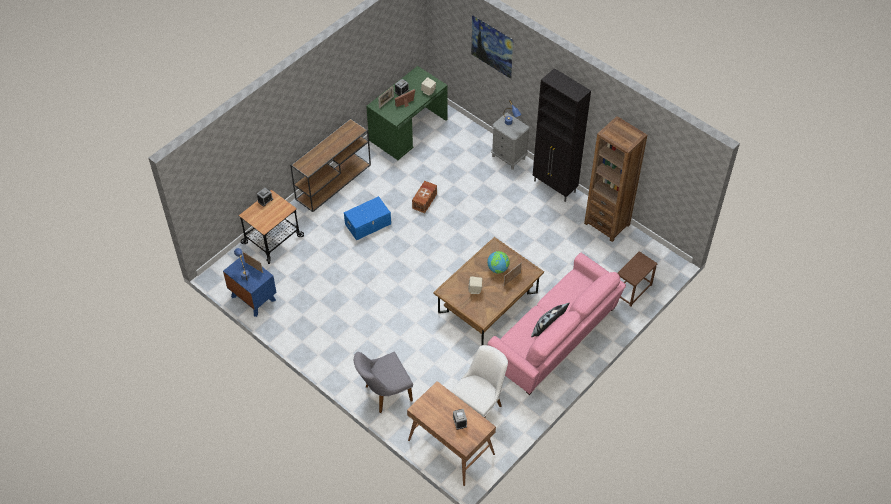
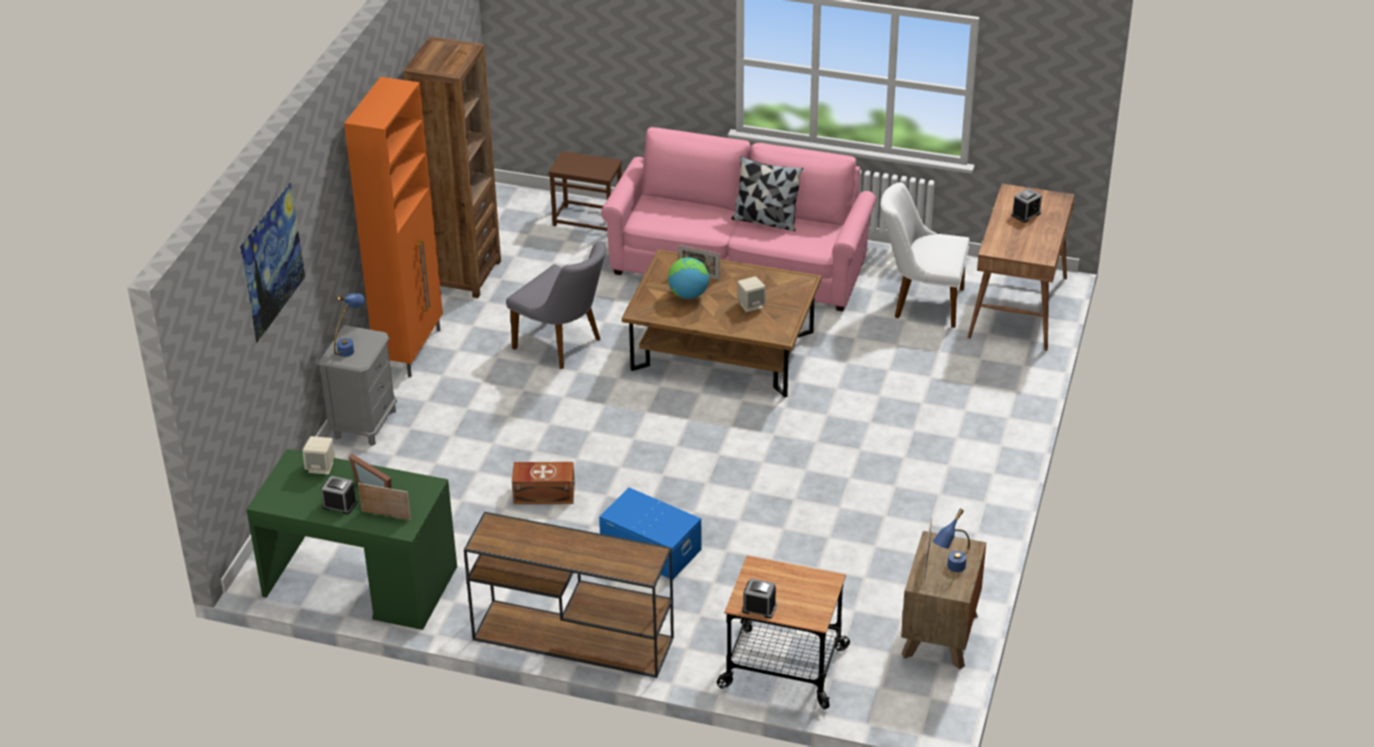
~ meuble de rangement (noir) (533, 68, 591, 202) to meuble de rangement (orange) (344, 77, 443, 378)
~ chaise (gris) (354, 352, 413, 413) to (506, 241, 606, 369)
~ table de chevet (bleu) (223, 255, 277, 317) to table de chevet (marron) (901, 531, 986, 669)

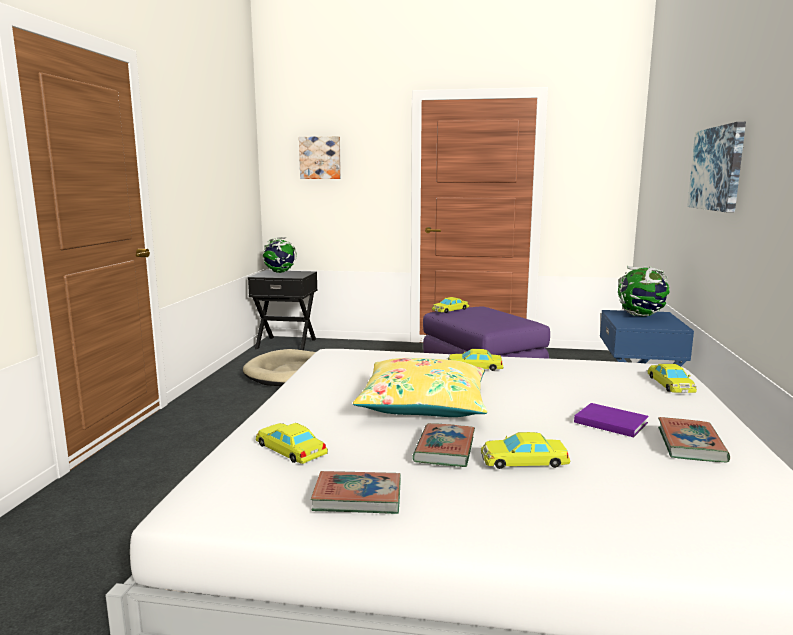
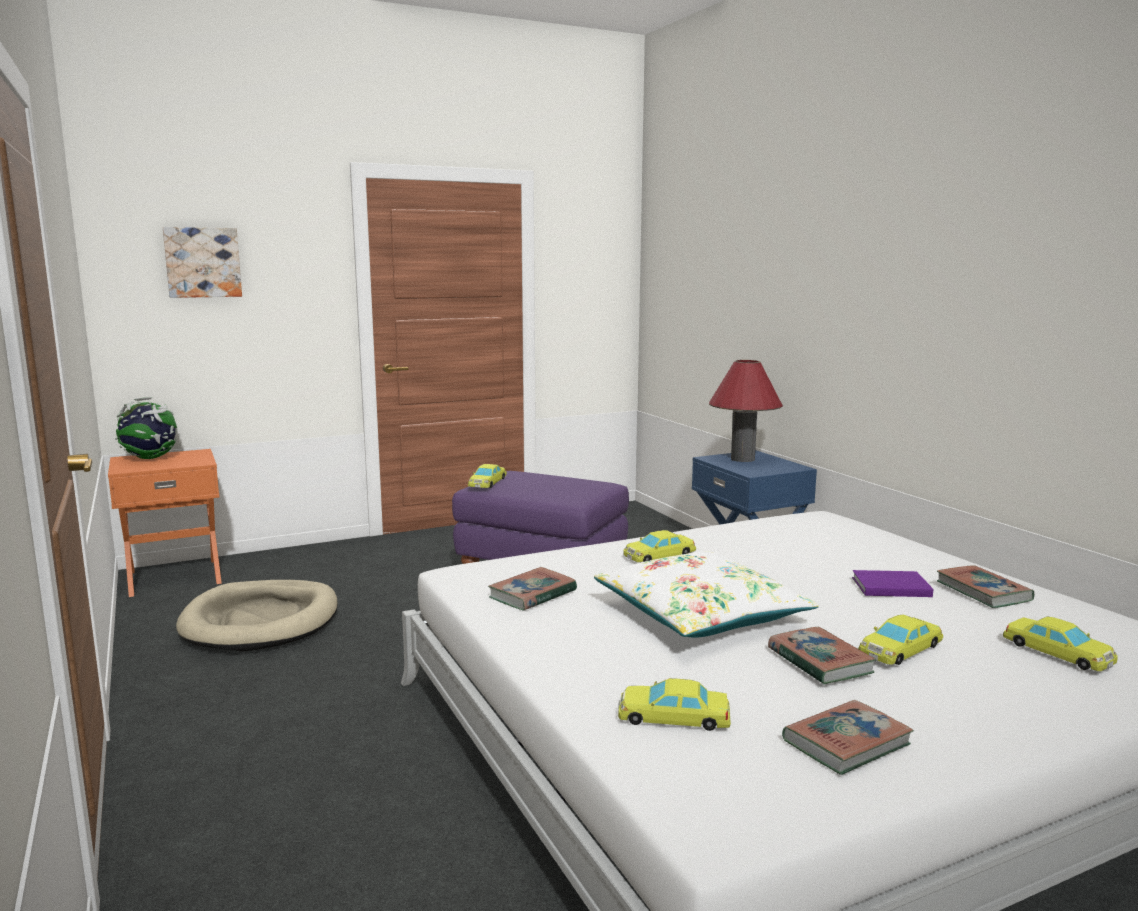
~ table de chevet (noir) (248, 270, 318, 350) to table de chevet (orange) (108, 449, 222, 597)
+ livre (488, 567, 577, 610)
~ coussin (jaune) (353, 358, 487, 417) to coussin (blanc) (594, 552, 819, 638)
~ globe (618, 266, 669, 316) to lampe de table (rouge) (709, 360, 783, 462)
~ petite voiture (jaune) (647, 364, 697, 393) to (1003, 616, 1118, 672)
- tableau (687, 122, 746, 212)

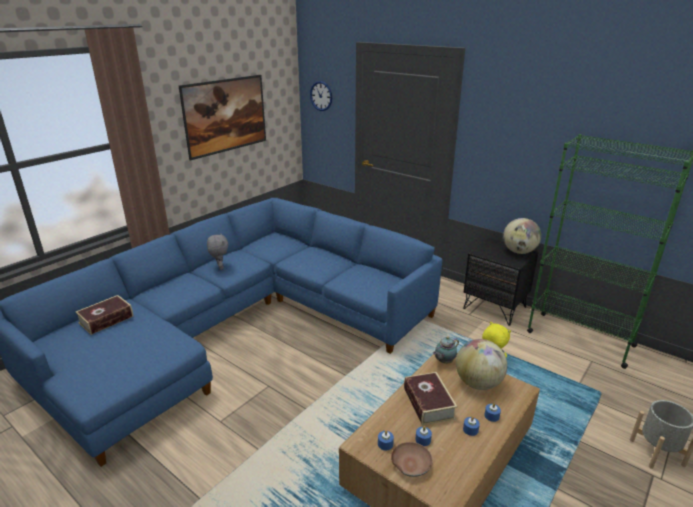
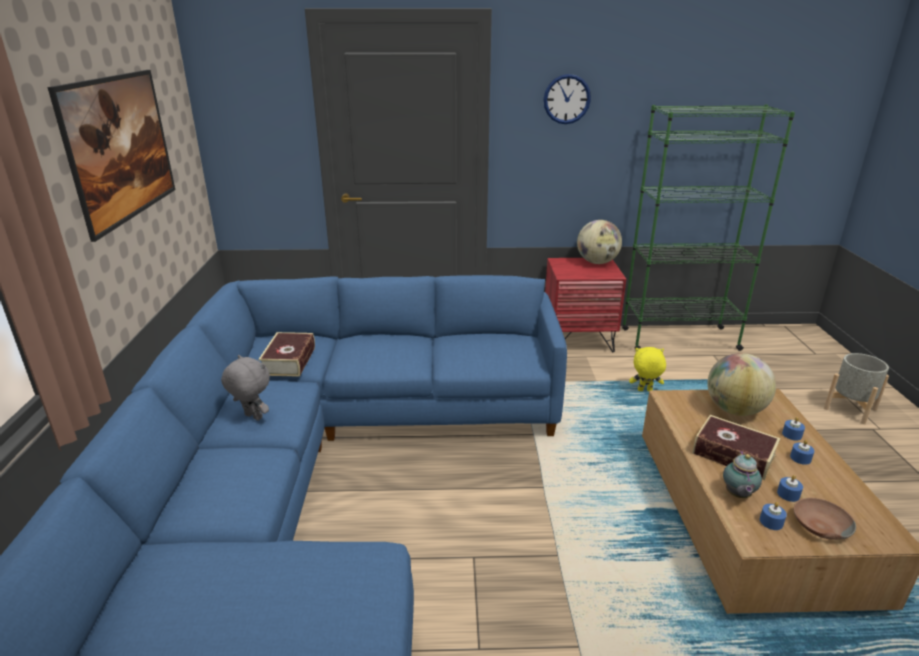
~ livre (75, 295, 134, 335) to (258, 332, 315, 377)
~ horloge murale (310, 81, 332, 111) to (543, 74, 591, 124)
~ table de chevet (noir) (463, 238, 539, 326) to table de chevet (rouge) (545, 258, 626, 352)
~ théière (433, 336, 459, 364) to (723, 451, 762, 498)

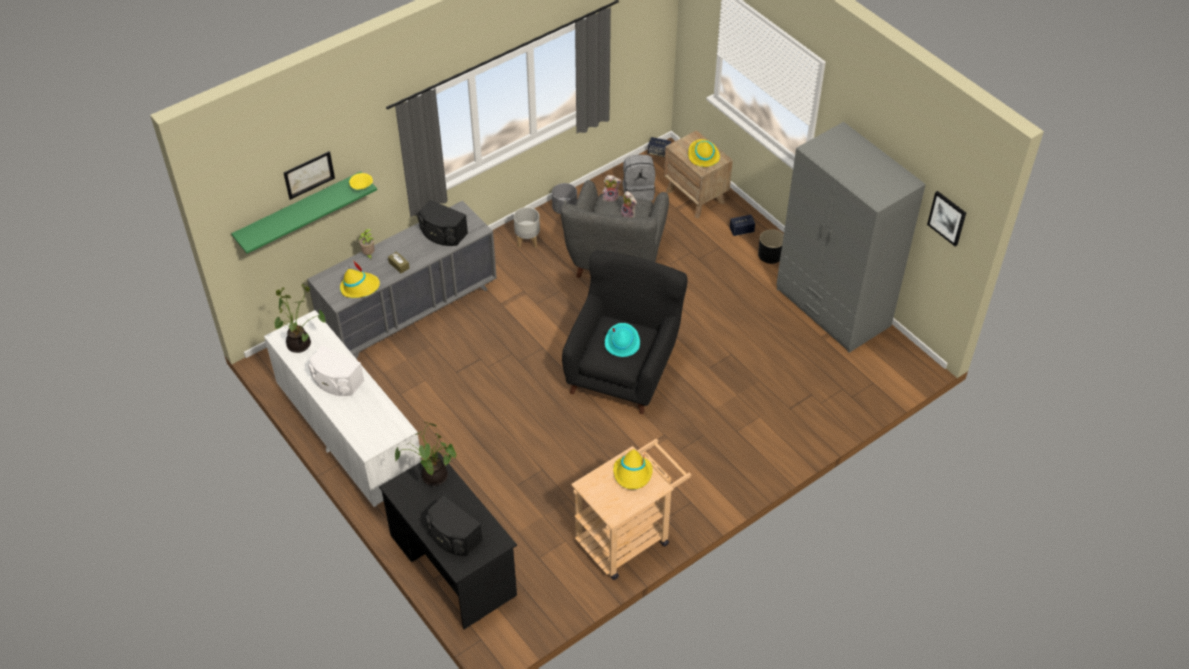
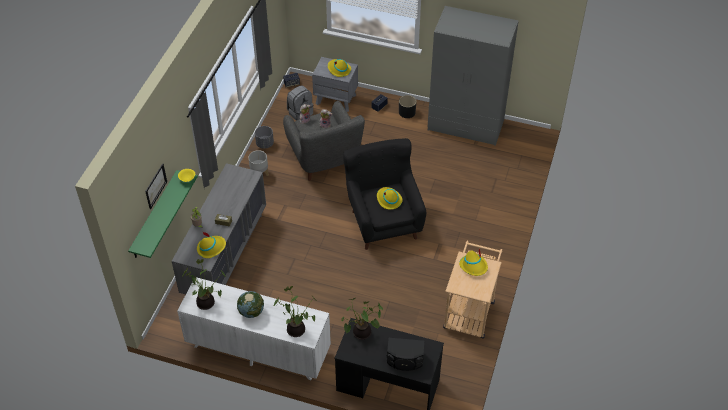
~ enceinte (blanc) (308, 345, 364, 396) to globe (237, 291, 264, 318)
+ plante en pot (274, 286, 317, 337)
~ table de chevet (marron) (664, 130, 733, 218) to table de chevet (gris) (312, 57, 358, 112)
~ chapeau (turquoise) (605, 323, 640, 357) to chapeau (jaune) (377, 187, 403, 209)
- enceinte (noir) (418, 200, 468, 246)
- tableau (927, 191, 966, 246)

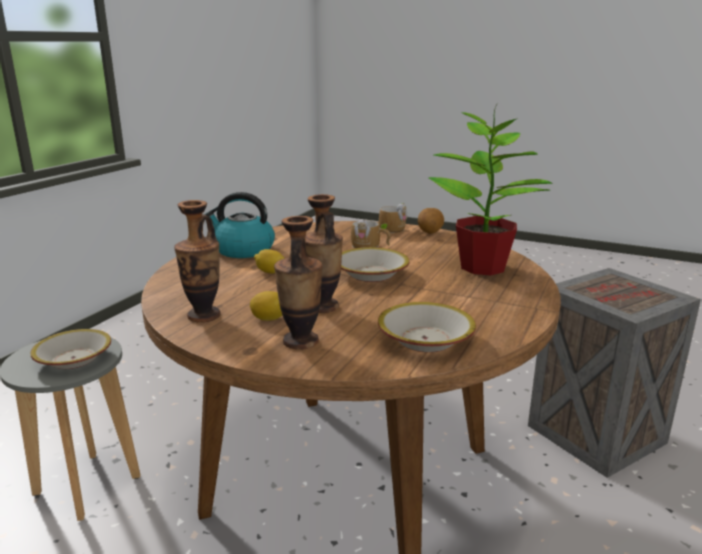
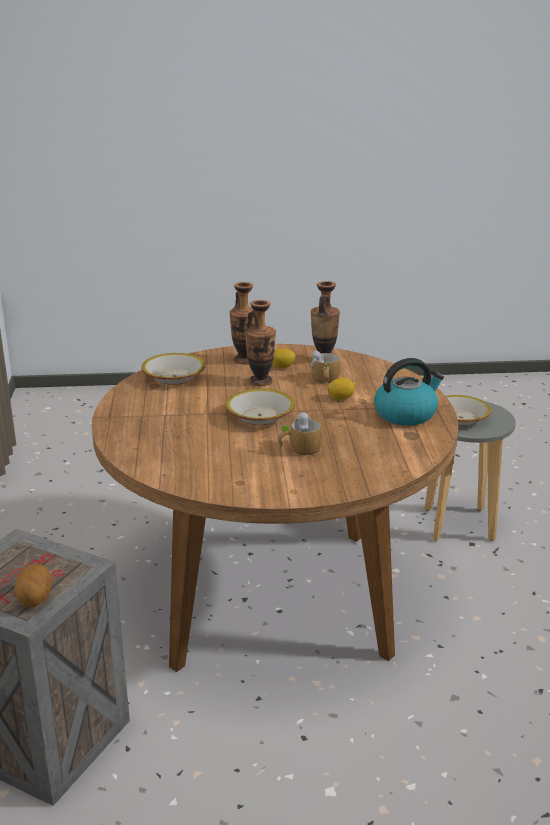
~ pomme de terre (418, 208, 444, 234) to (14, 564, 52, 607)
~ mug (379, 203, 408, 233) to (311, 351, 340, 385)
- plante en pot (428, 103, 553, 275)

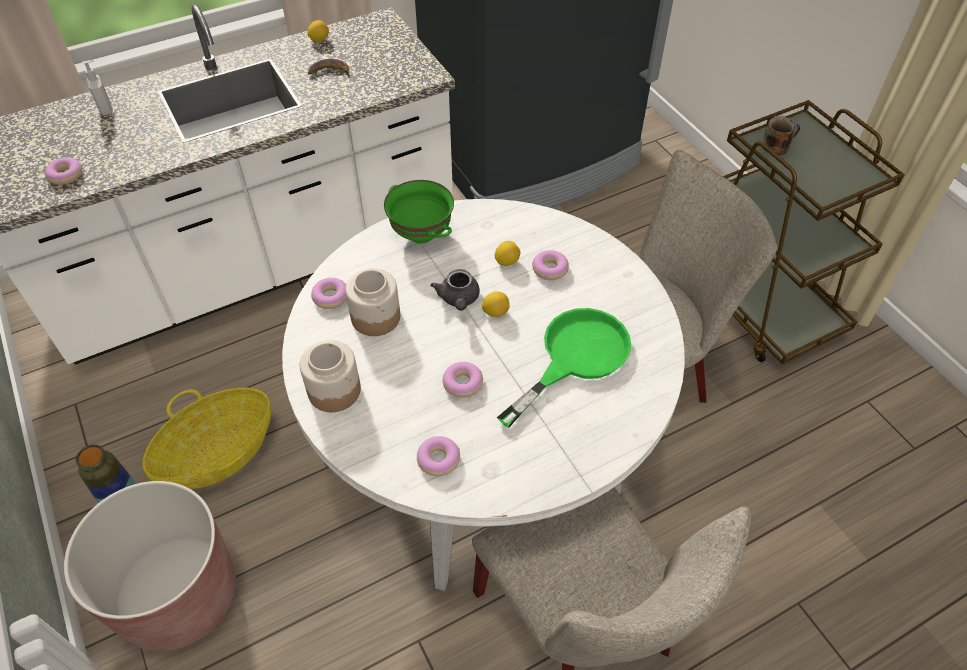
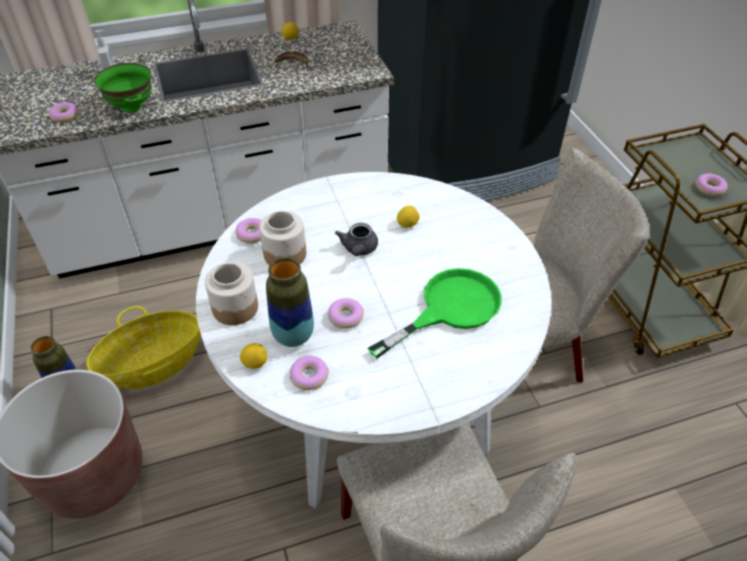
~ bol (vert) (384, 180, 454, 244) to (94, 63, 152, 113)
~ citron (482, 291, 510, 317) to (240, 343, 267, 369)
+ vase (266, 257, 314, 347)
~ beignet (532, 250, 569, 280) to (695, 173, 728, 196)
- mug (762, 116, 801, 155)

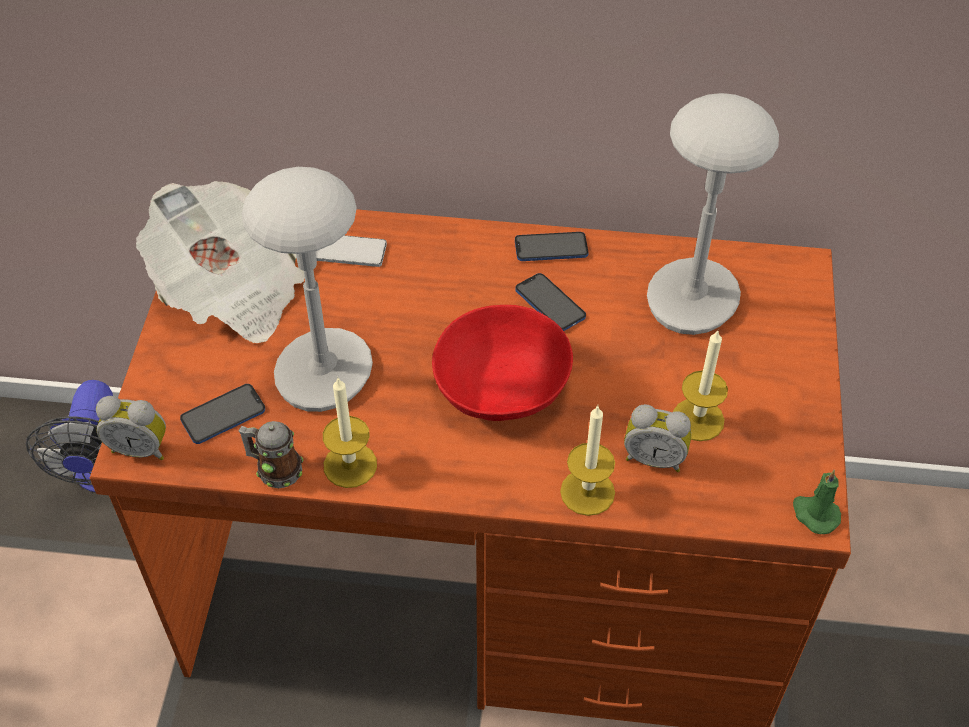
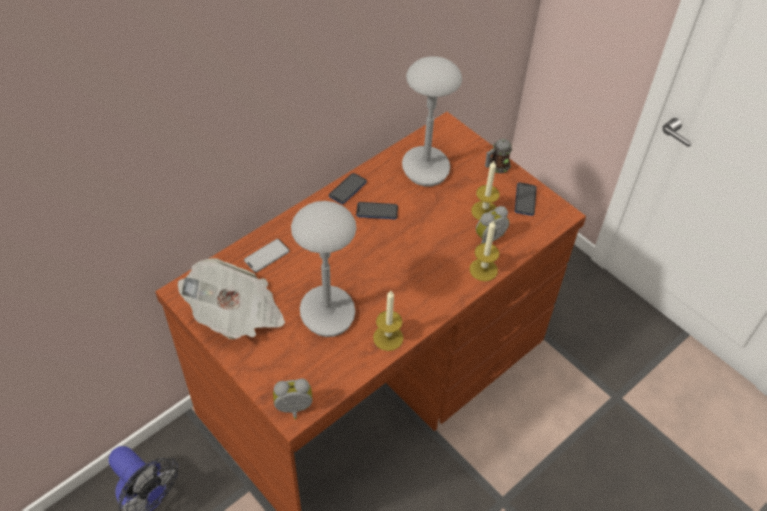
~ réveil (96, 396, 166, 460) = (273, 378, 313, 419) 150 degrees counterclockwise
~ mug (238, 421, 303, 488) to (485, 139, 512, 173)
~ téléphone (180, 384, 265, 444) to (515, 183, 537, 216)
- bol (rouge) (432, 305, 573, 421)
- bougie (vert) (793, 470, 841, 534)

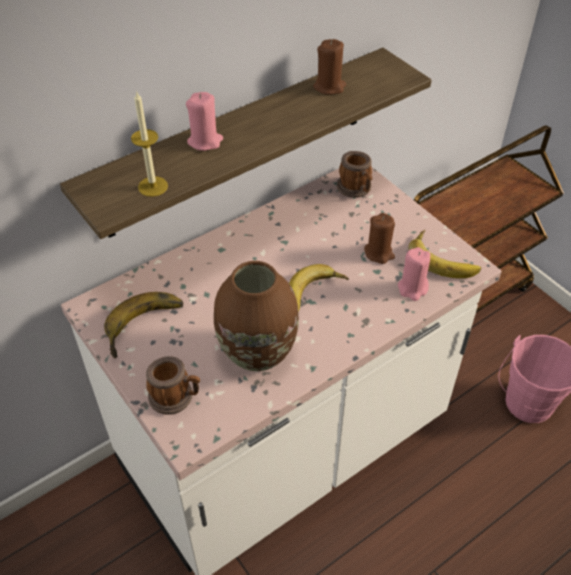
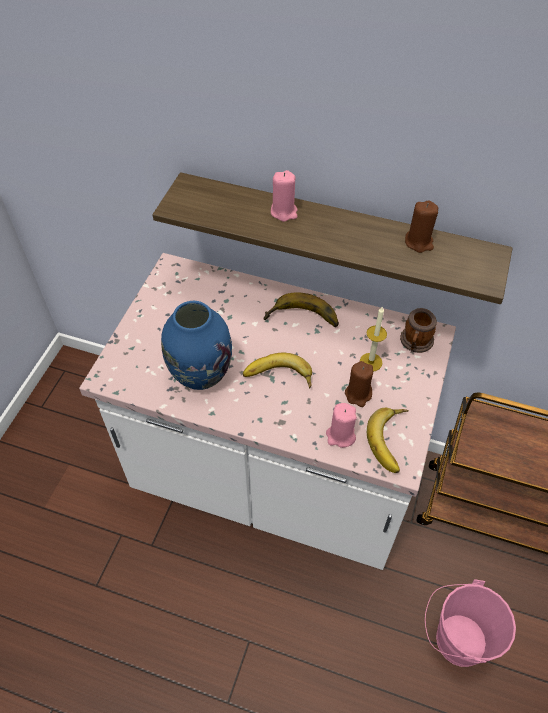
~ vase (marron) (214, 261, 299, 371) to vase (bleu) (161, 301, 232, 390)
~ banane (104, 292, 184, 358) to (263, 292, 339, 327)
~ bougie (131, 91, 168, 197) to (360, 307, 387, 371)
- mug (146, 356, 200, 415)

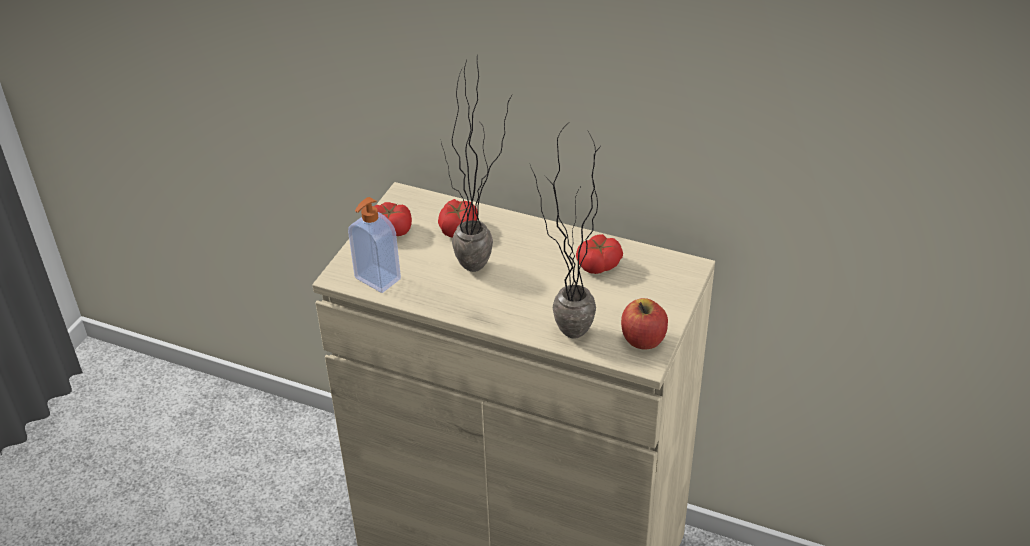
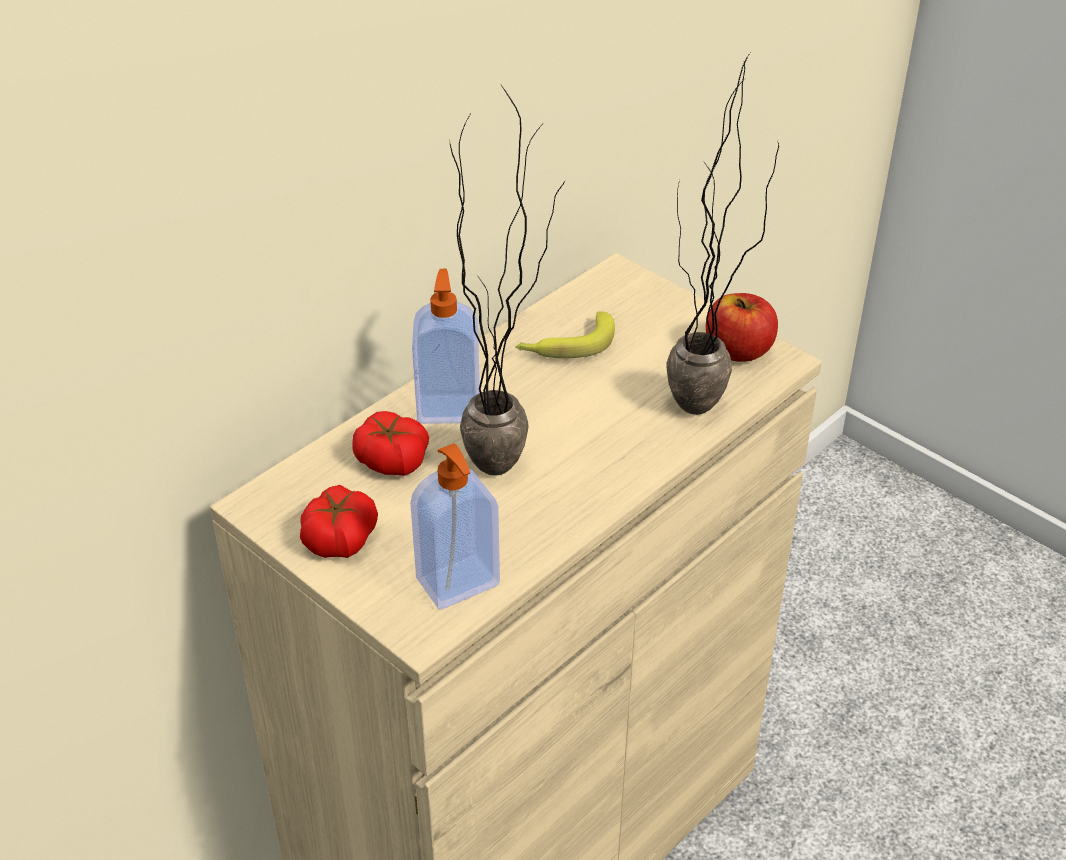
+ distributeur de savon (412, 269, 480, 424)
~ tomate (576, 234, 623, 274) to banane (515, 311, 615, 358)

